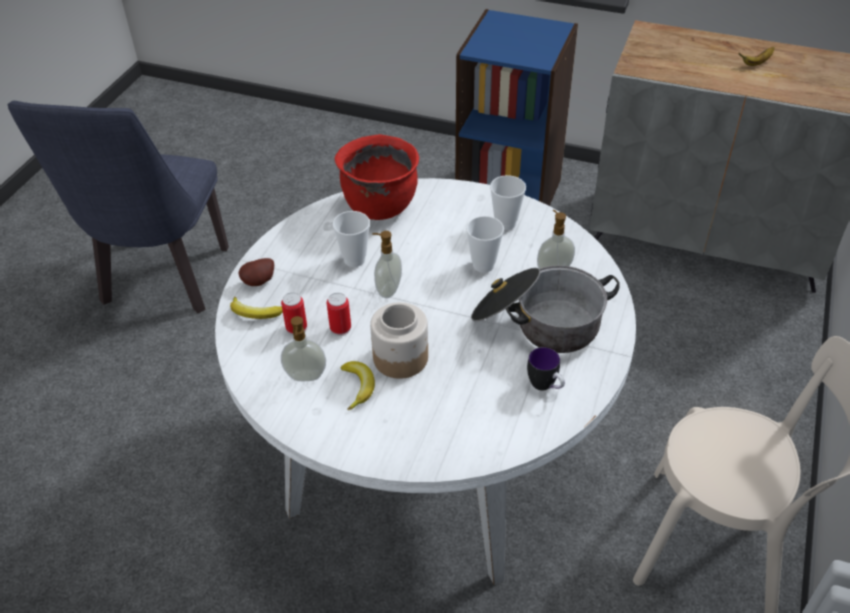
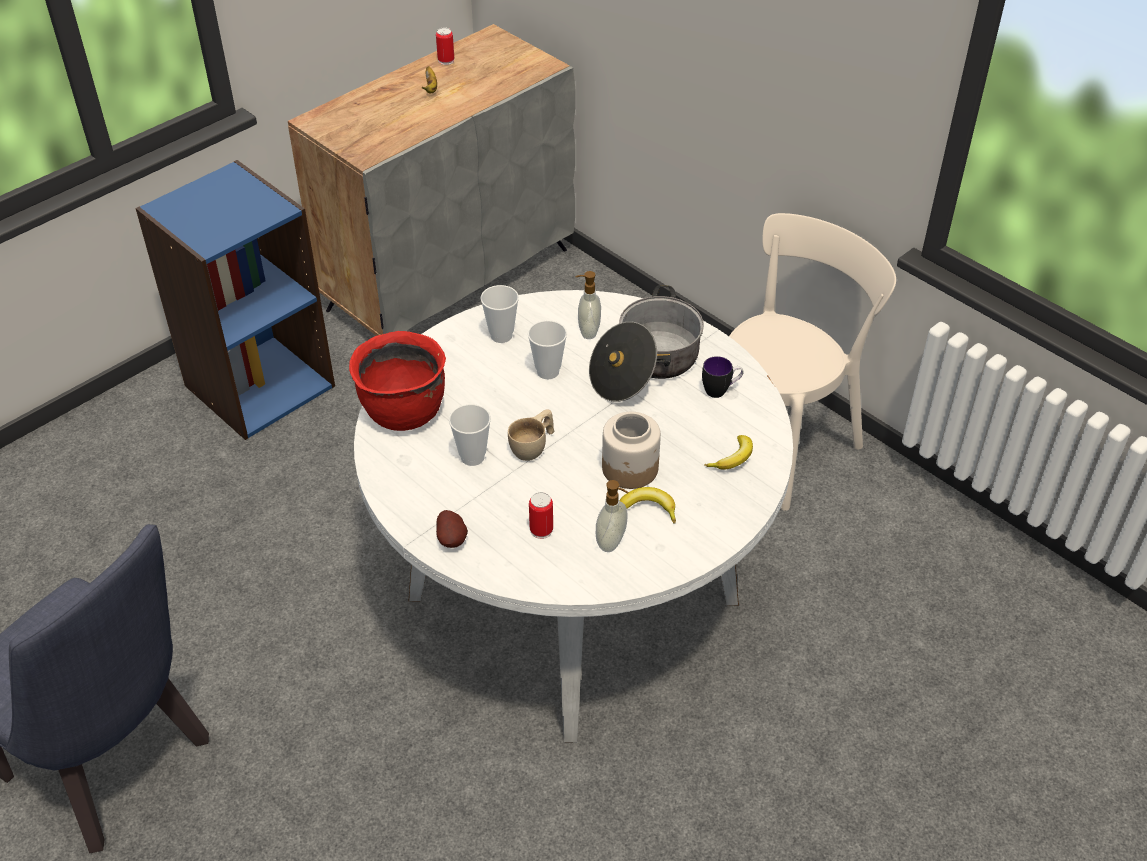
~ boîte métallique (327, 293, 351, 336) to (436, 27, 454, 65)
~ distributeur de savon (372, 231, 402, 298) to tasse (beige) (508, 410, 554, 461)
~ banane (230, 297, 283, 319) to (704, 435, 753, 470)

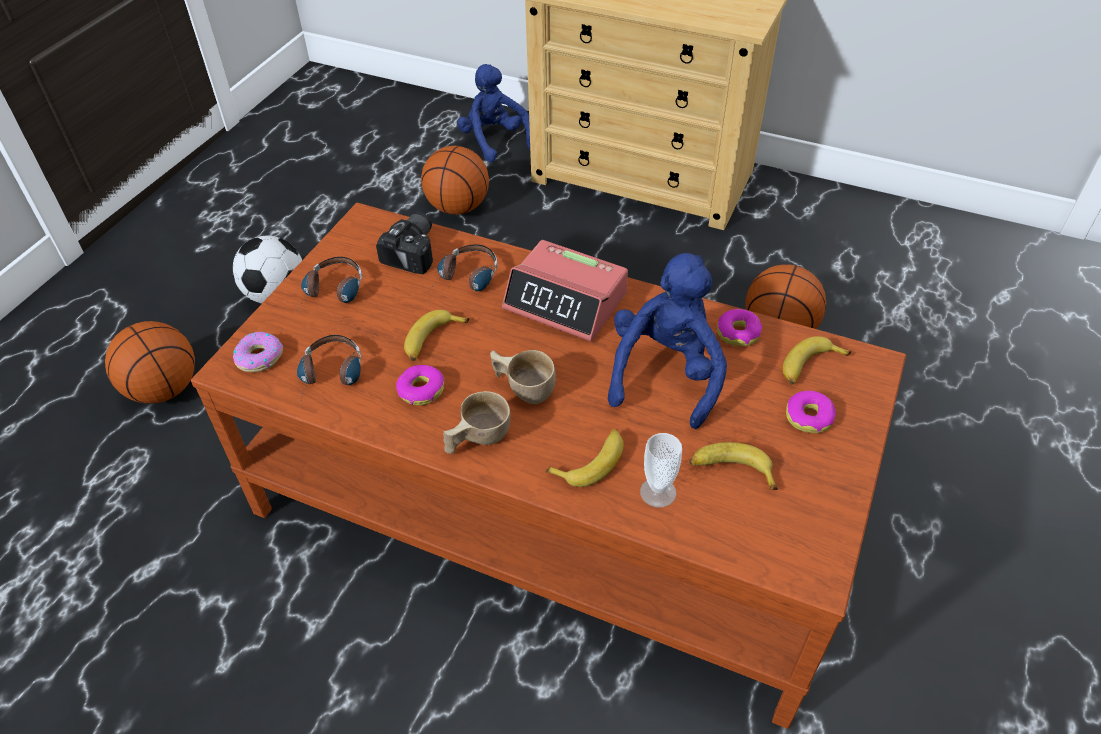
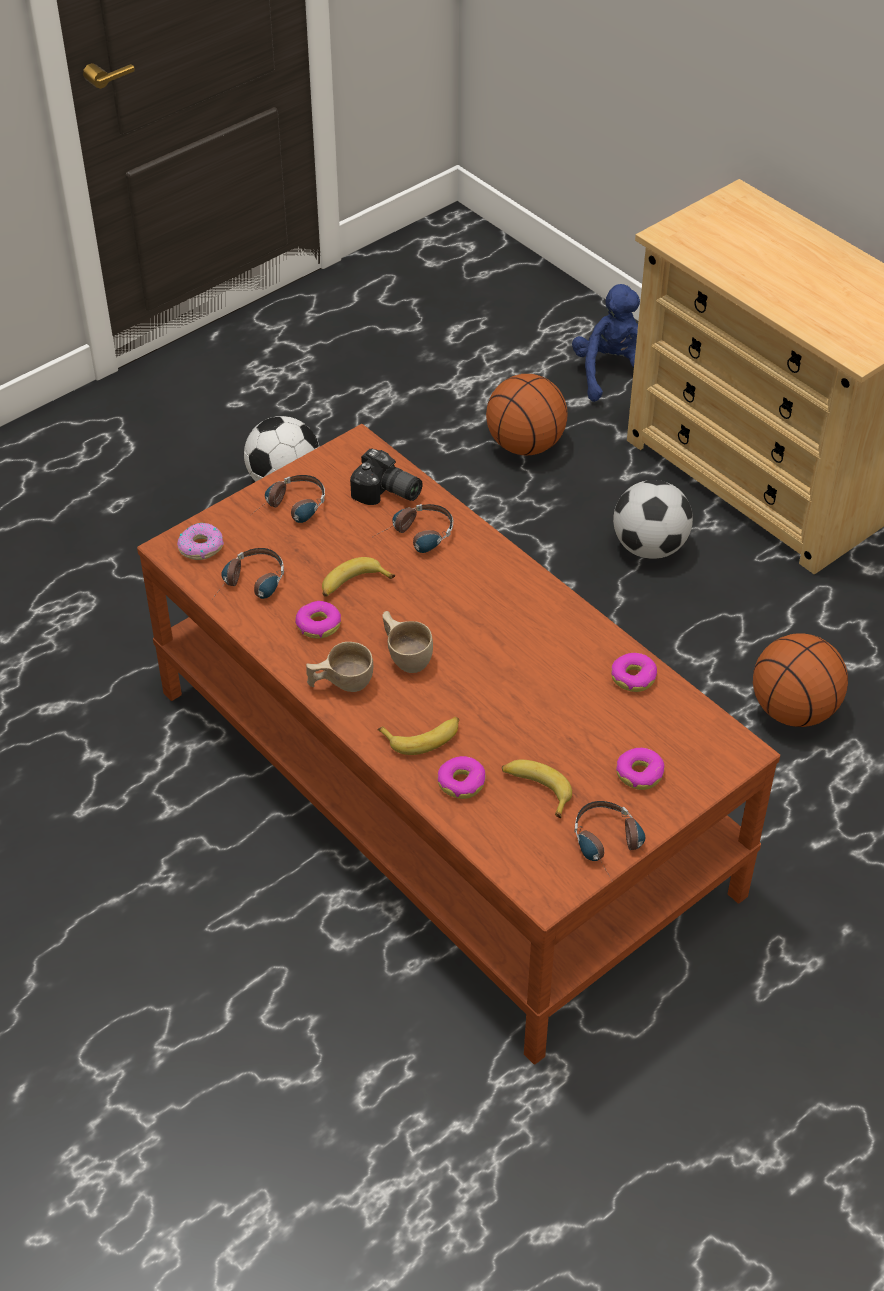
~ appareil photo (376, 212, 433, 274) = (350, 448, 423, 505) 75 degrees clockwise
~ tasse (640, 433, 682, 508) to beignet (437, 756, 486, 799)
+ casque audio (575, 801, 645, 882)
+ ballon de foot (613, 480, 693, 559)
- ballon de basket (105, 321, 195, 404)
- réveil (502, 240, 628, 342)
- peluche (bleu) (608, 253, 727, 429)
- banane (783, 336, 851, 384)

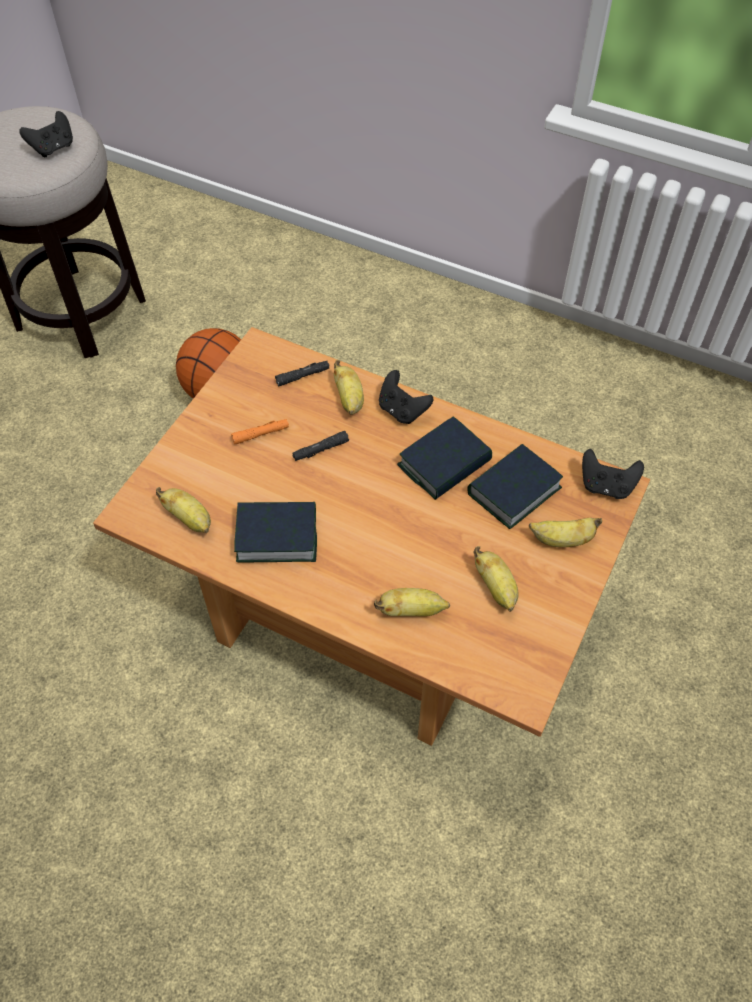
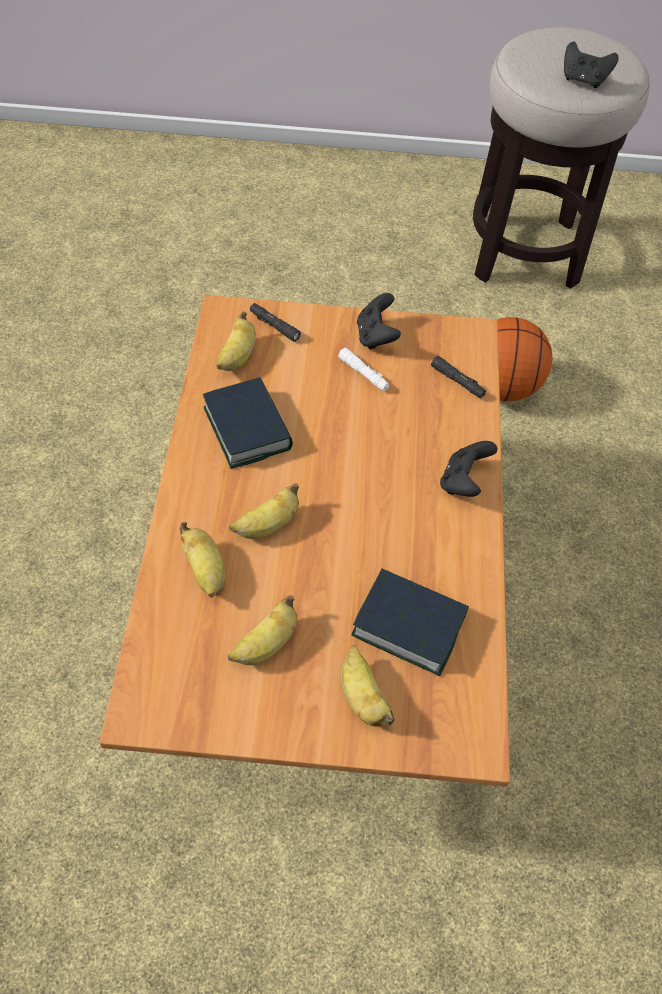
~ banane (334, 360, 364, 415) to (229, 483, 299, 539)
~ lampe de poche (noir) (292, 431, 349, 461) to (250, 303, 301, 342)
~ lampe de poche (orange) (231, 419, 289, 445) to lampe de poche (blanc) (338, 348, 389, 392)
~ manette (noir) (582, 449, 644, 499) to (357, 293, 401, 350)
- livre (397, 416, 492, 500)

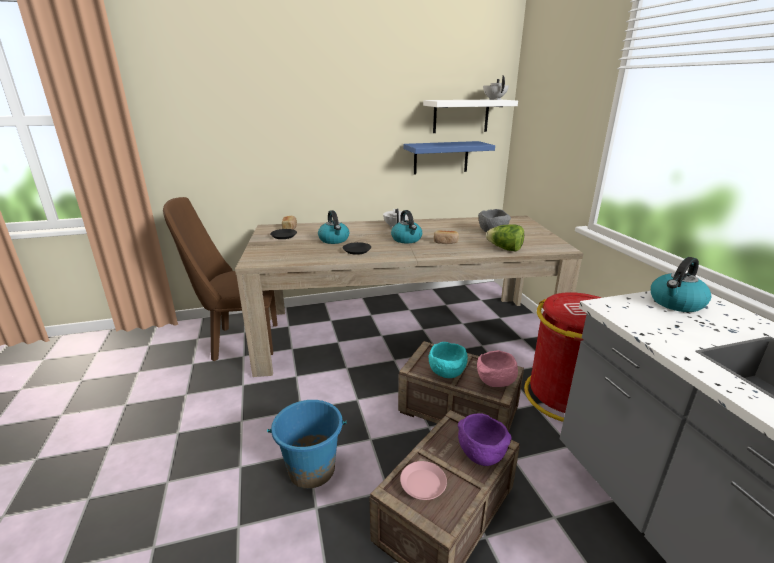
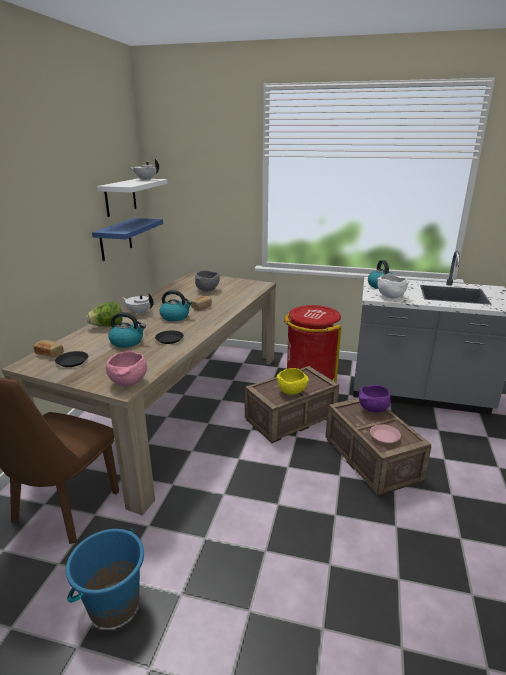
~ seau (bleu) (267, 400, 346, 489) to (66, 529, 144, 628)
~ laitue (486, 224, 524, 252) to (86, 302, 123, 326)
~ bol (rose) (477, 350, 518, 387) to (106, 351, 147, 386)
~ bol (turquoise) (428, 342, 468, 378) to bol (jaune) (277, 368, 309, 395)
+ bol (blanc) (377, 274, 409, 299)

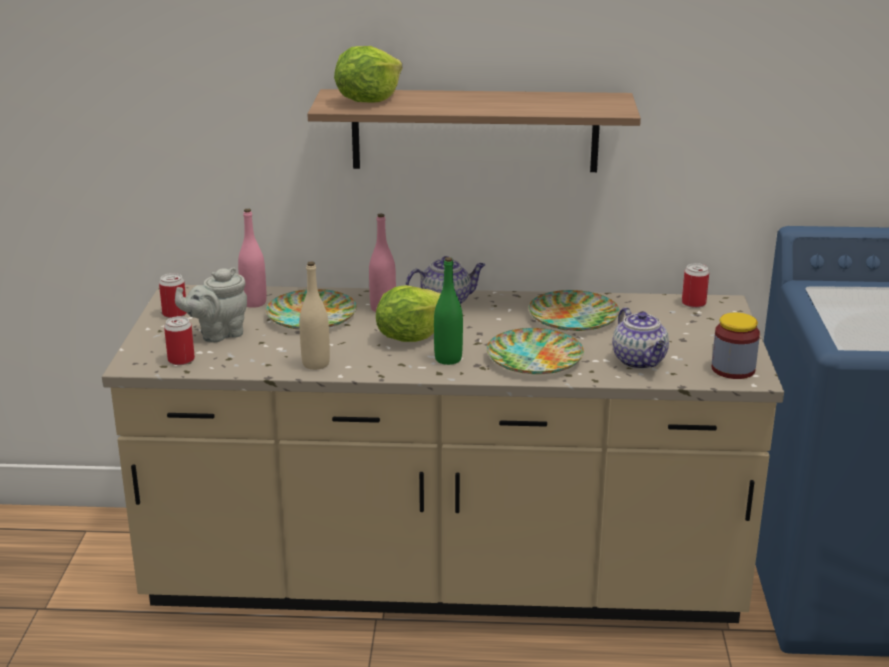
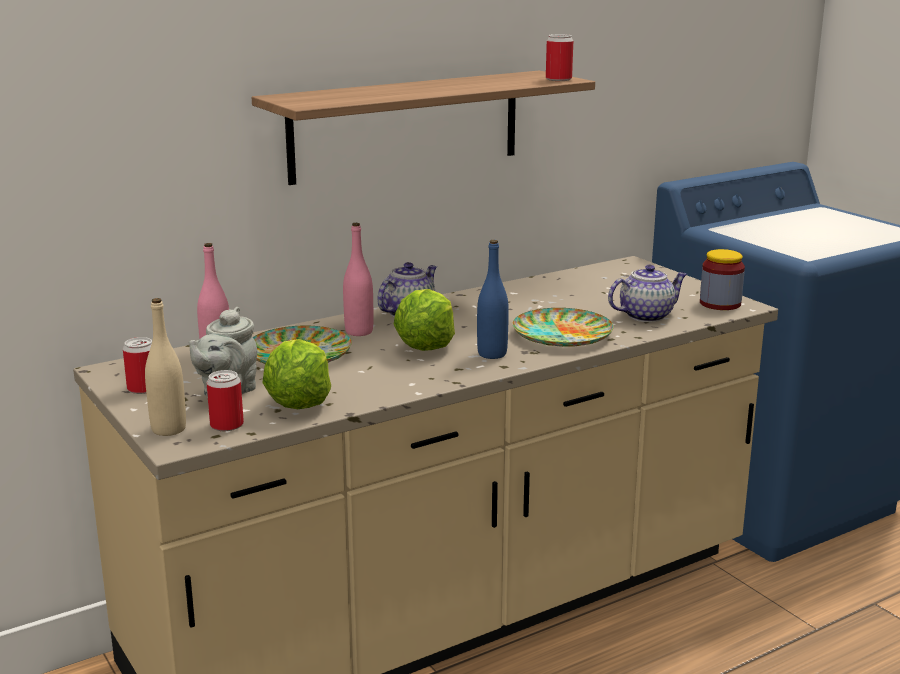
~ bouteille (beige) (299, 261, 330, 370) to (145, 298, 186, 436)
~ laitue (334, 46, 402, 102) to (262, 339, 331, 409)
~ bouteille (vert) (434, 257, 463, 365) to bouteille (bleu) (477, 240, 509, 359)
~ boîte métallique (682, 263, 709, 308) to (546, 34, 573, 81)
~ théière (612, 307, 669, 369) = (608, 265, 687, 322) 60 degrees counterclockwise
- assiette (529, 290, 620, 331)

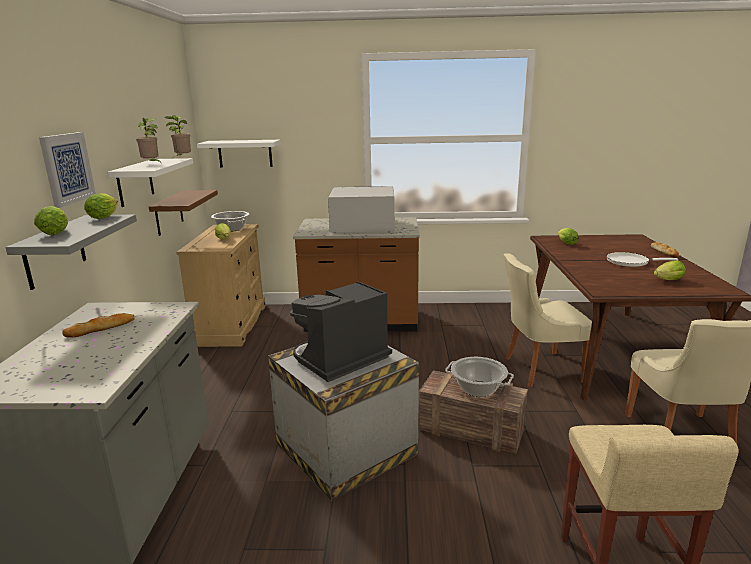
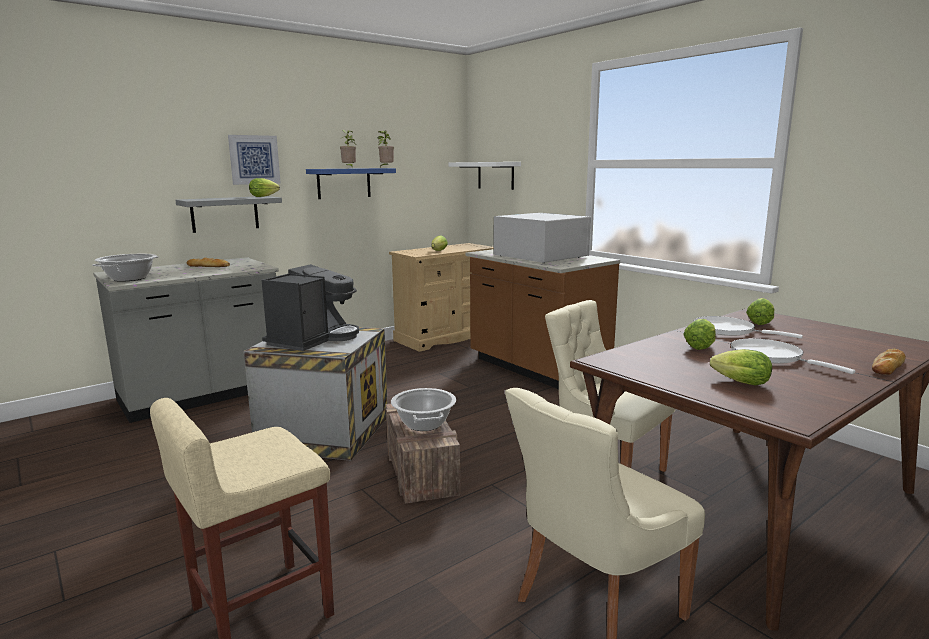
~ marmite (211, 211, 249, 232) to (92, 254, 159, 282)
~ machine à café (290, 281, 392, 382) = (262, 264, 359, 351) 105 degrees clockwise
~ étagère (blanc) (108, 158, 193, 207) to étagère (bleu) (306, 168, 396, 199)
~ laitue (34, 206, 68, 235) to (683, 319, 716, 350)
+ poêle (blanc) (693, 316, 803, 339)
- étagère (marron) (149, 190, 218, 236)

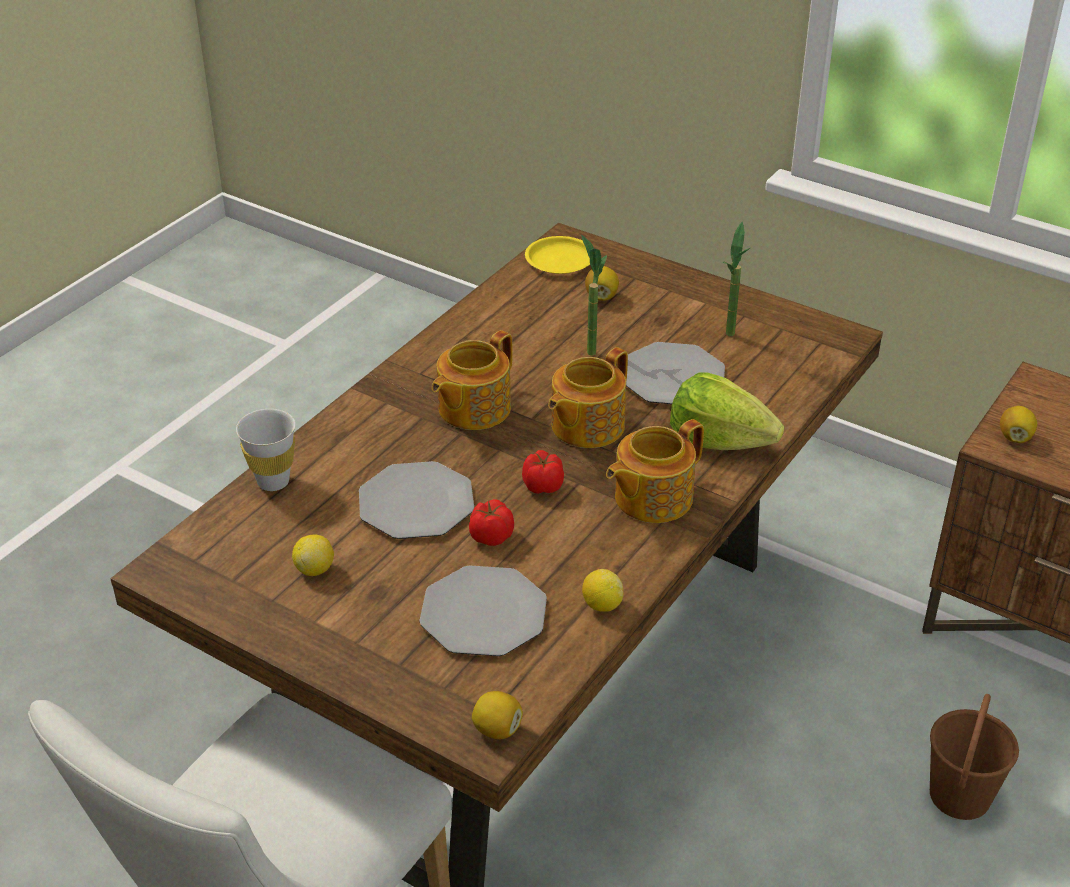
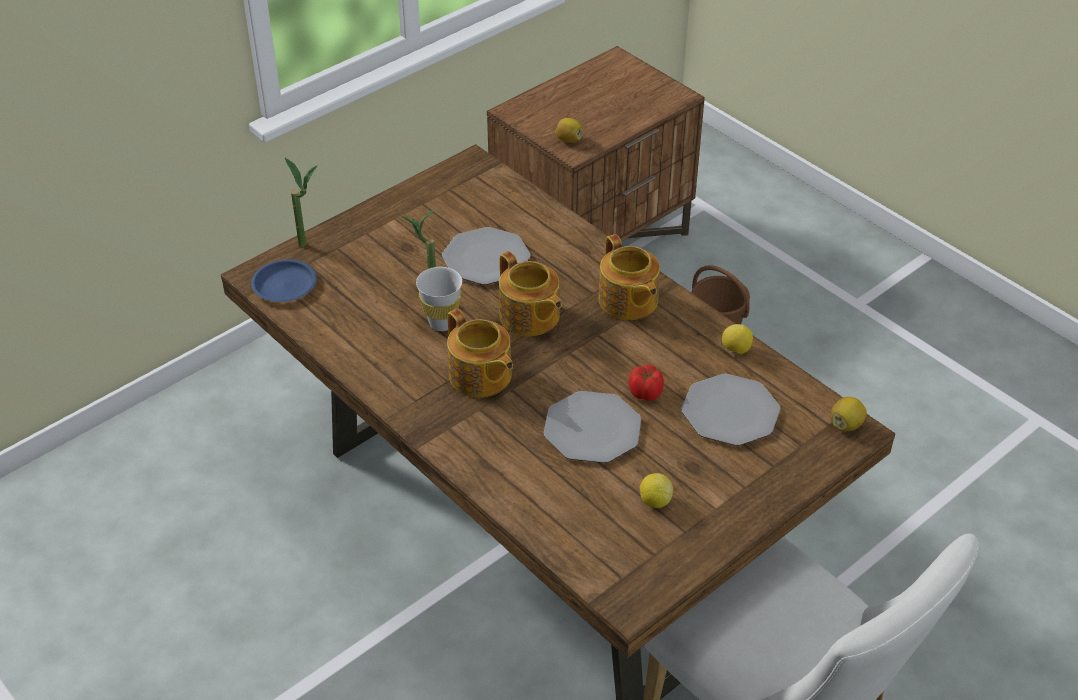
~ assiette (jaune) (525, 236, 590, 274) to assiette (bleu) (251, 259, 317, 302)
~ plante en pot (723, 222, 750, 336) to (285, 158, 317, 247)
~ tasse (blanc) (236, 409, 295, 491) to (416, 267, 462, 331)
- tomate (522, 450, 564, 494)
- citron (585, 266, 619, 301)
- laitue (670, 373, 784, 450)

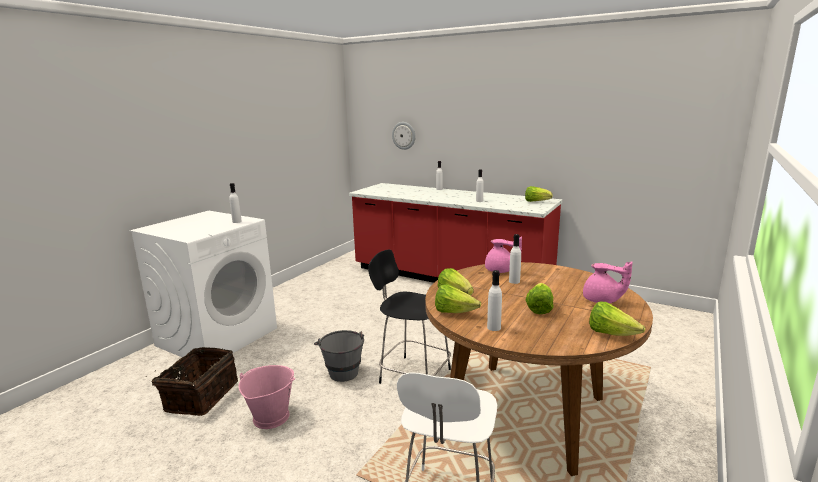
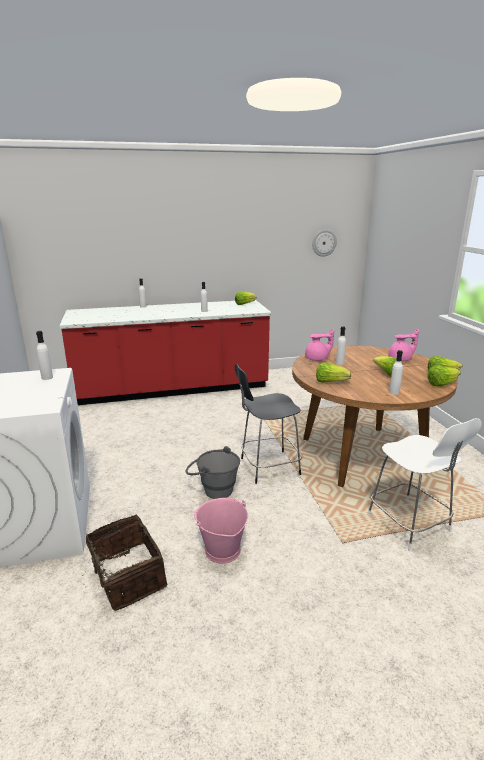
~ horloge murale (392, 122, 415, 150) to (312, 229, 337, 257)
~ laitue (435, 284, 481, 313) to (427, 365, 461, 386)

